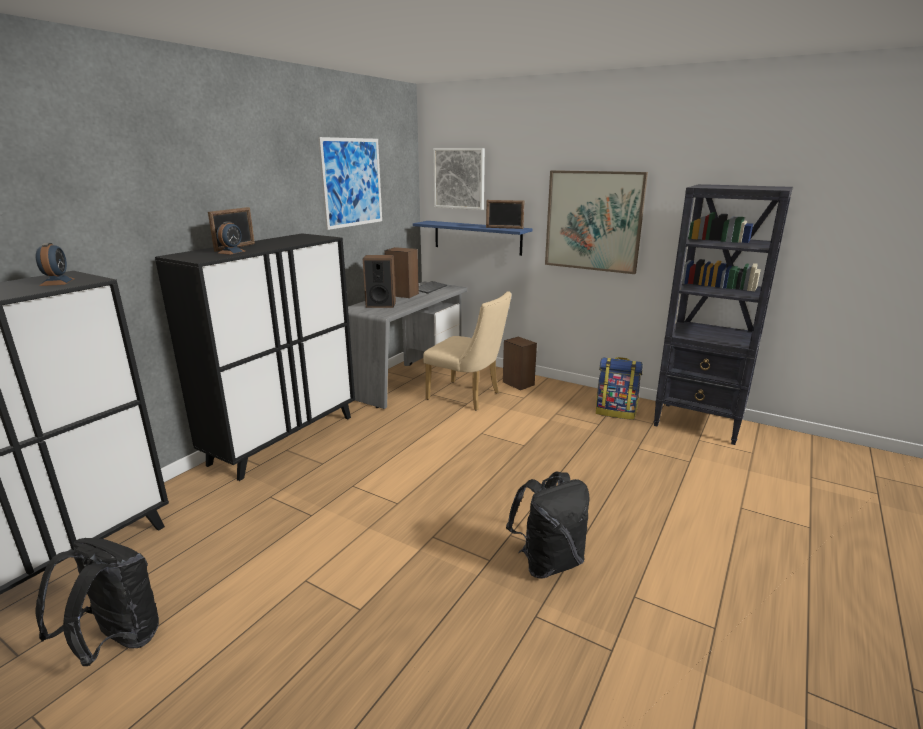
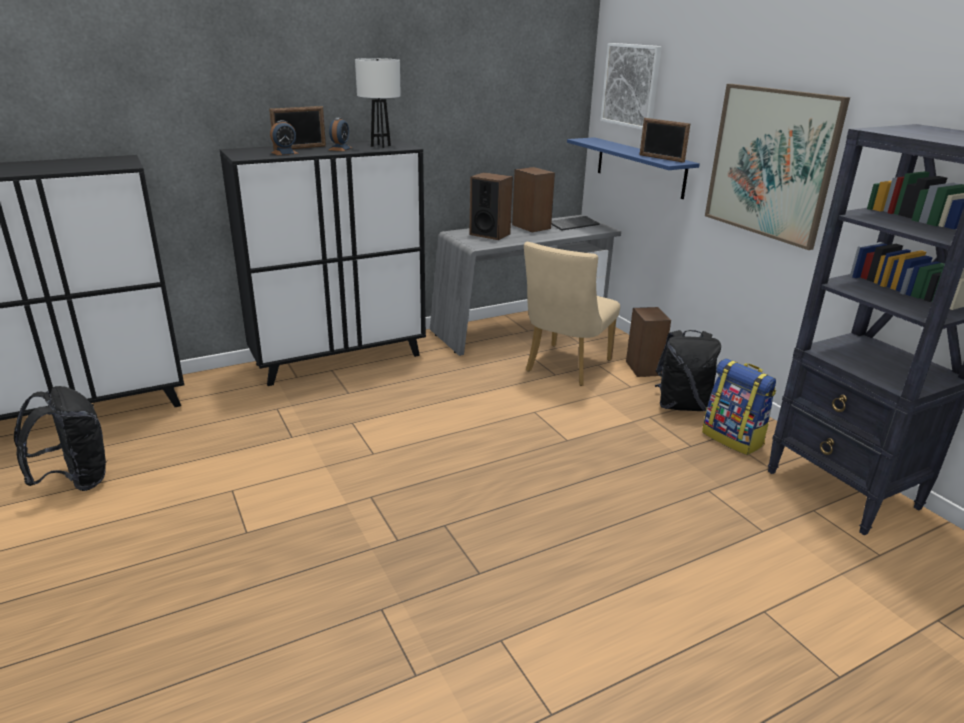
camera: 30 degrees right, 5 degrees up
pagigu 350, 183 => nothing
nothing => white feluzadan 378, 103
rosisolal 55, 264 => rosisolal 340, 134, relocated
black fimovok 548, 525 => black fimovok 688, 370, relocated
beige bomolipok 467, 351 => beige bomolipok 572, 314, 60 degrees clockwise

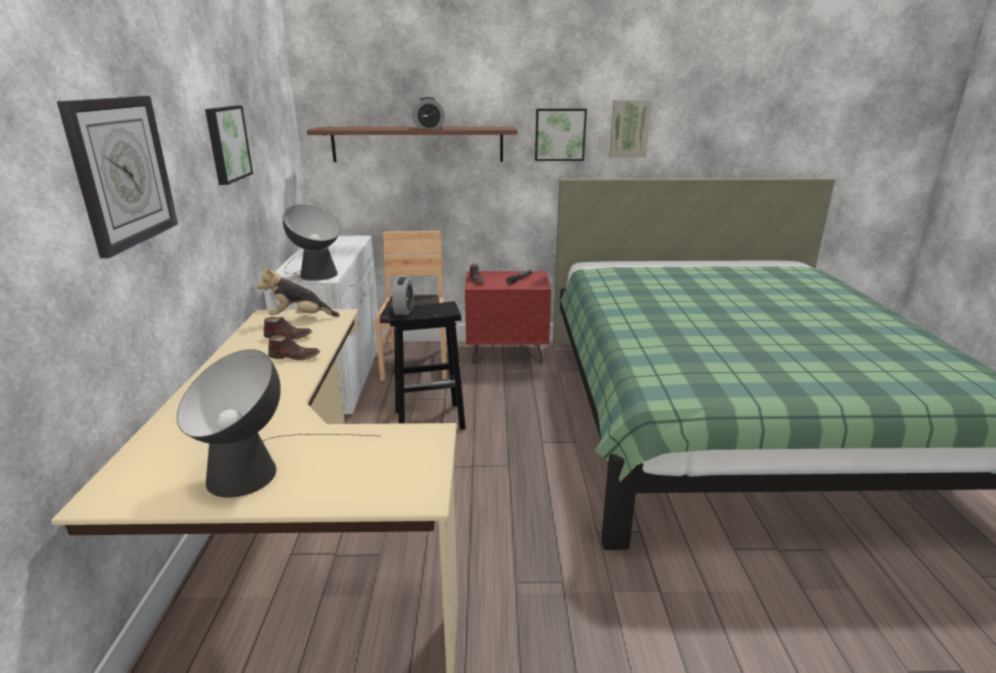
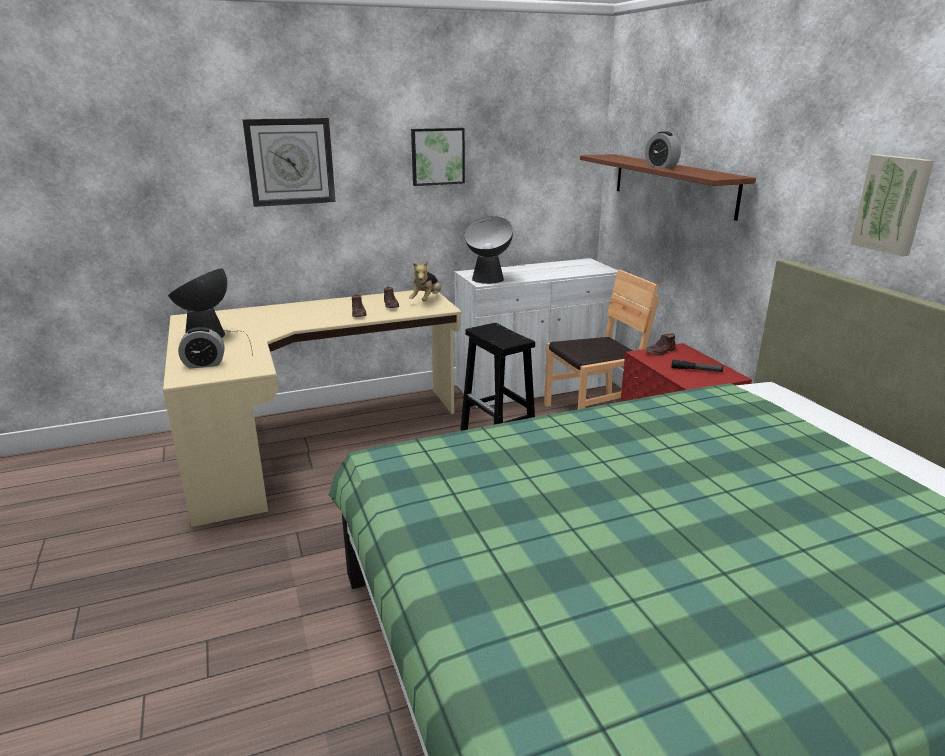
camera: 70 degrees right, 0 degrees up
pagigu 561, 135 => nothing
rosisolal 403, 296 => rosisolal 201, 348, relocated
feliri 298, 292 => feliri 425, 281, 135 degrees counterclockwise

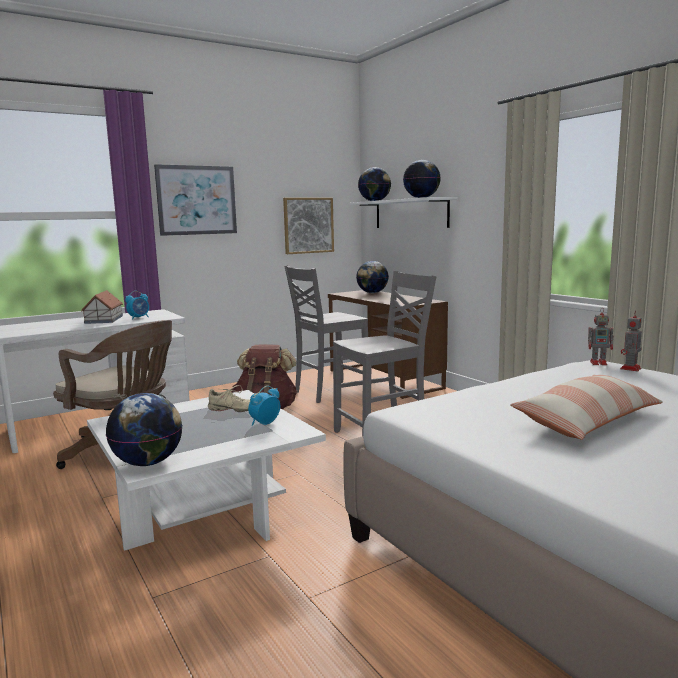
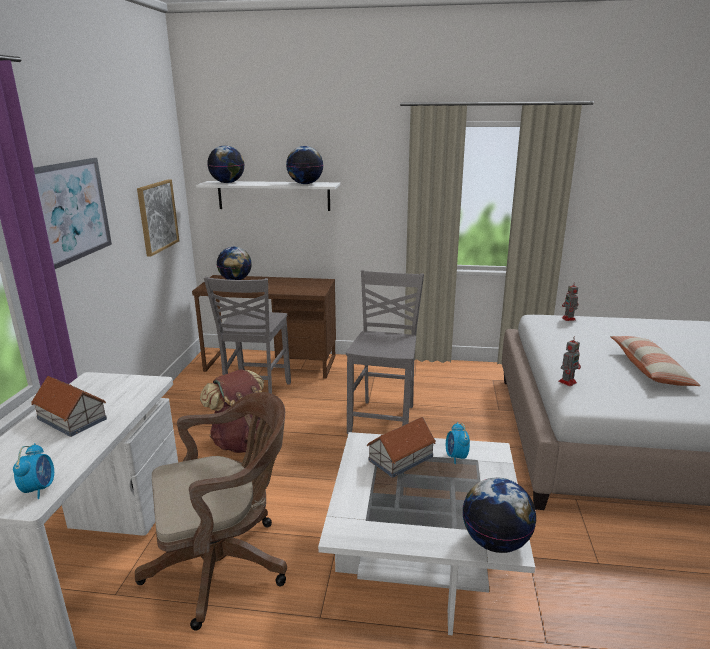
camera: 50 degrees left, 10 degrees up
rosisolal 137, 305 => rosisolal 33, 471, relocated
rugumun 601, 336 => rugumun 569, 361, relocated
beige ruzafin 229, 398 => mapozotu 401, 447

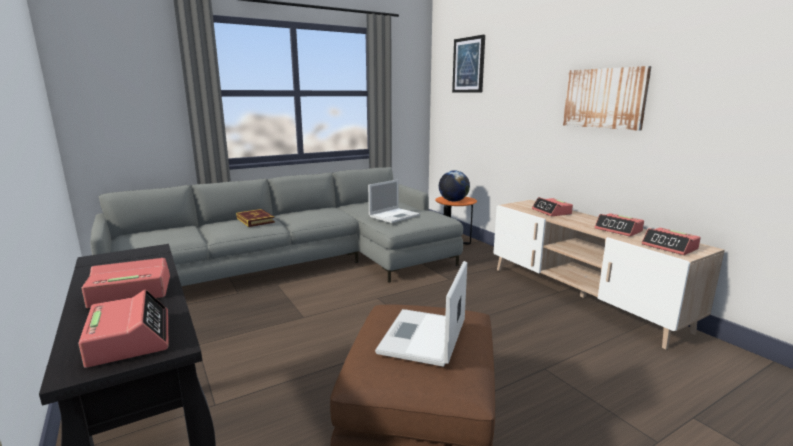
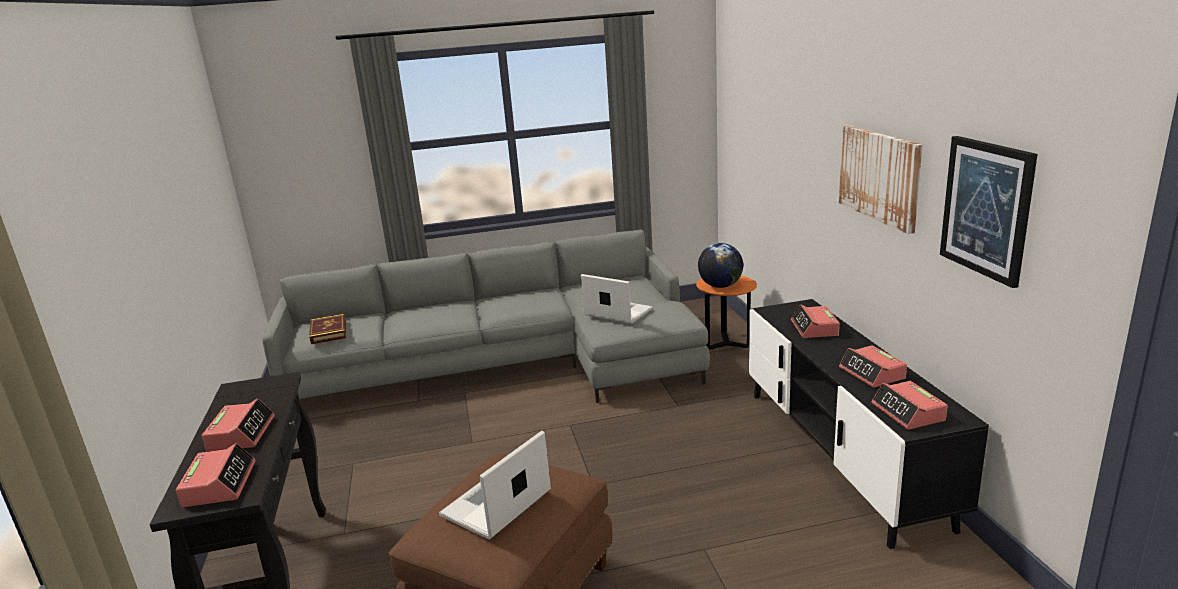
camera: 20 degrees right, 5 degrees up
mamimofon 255, 218 => mamimofon 327, 329, relocated
pagigu 468, 64 => pagigu 989, 212, relocated
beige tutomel 609, 275 => black tutomel 869, 424
rosisolal 126, 283 => rosisolal 238, 425, 90 degrees clockwise
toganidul 394, 201 => toganidul 616, 299, 120 degrees counterclockwise

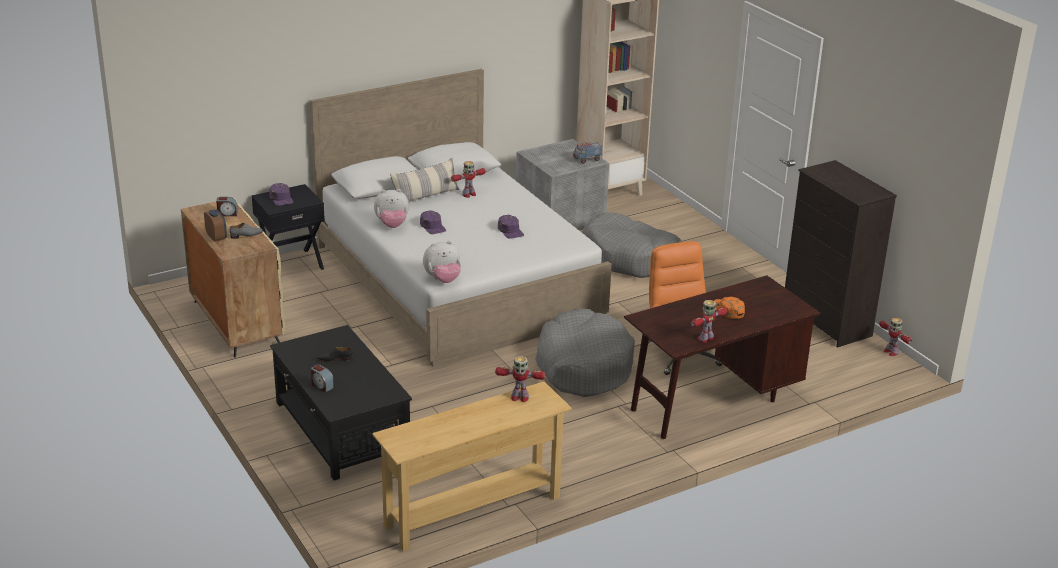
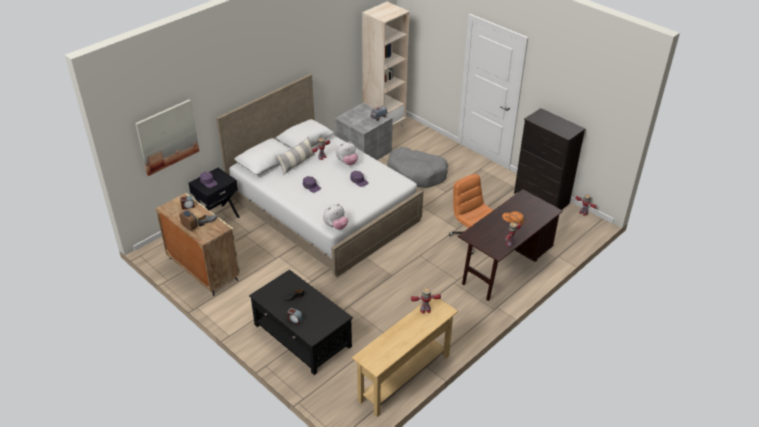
camera: 15 degrees left, 10 degrees up
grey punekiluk 585, 353 => nothing
nothing => pagigu 167, 137
feliri 391, 208 => feliri 347, 153, relocated

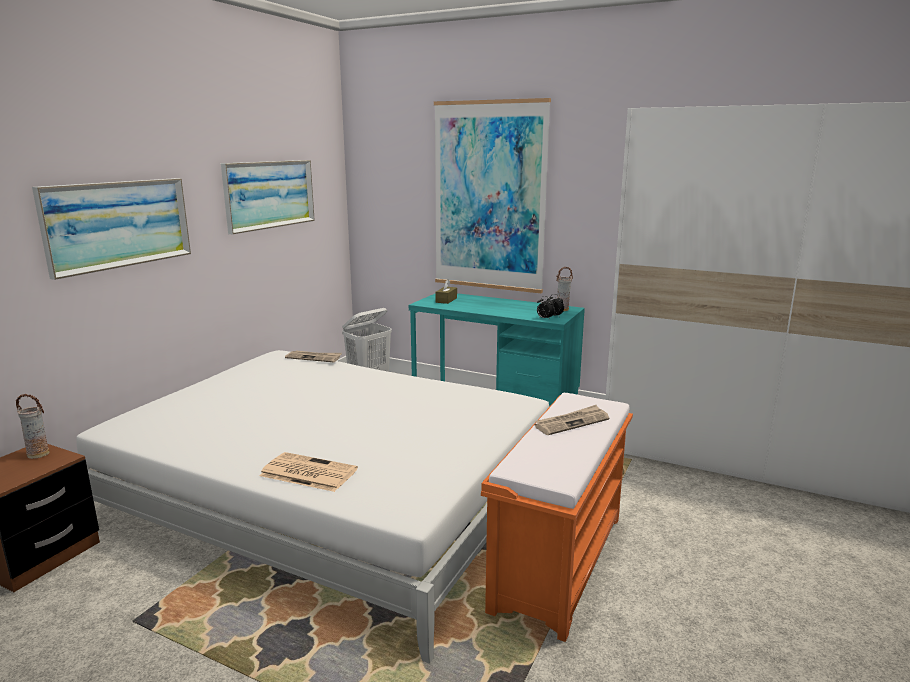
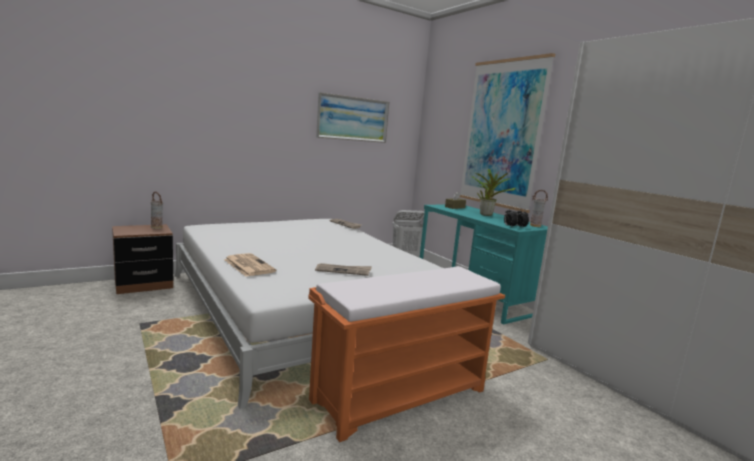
camera: 30 degrees right, 5 degrees down
pagigu 111, 229 => nothing
nothing => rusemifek 494, 192
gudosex 572, 420 => gudosex 343, 269, relocated

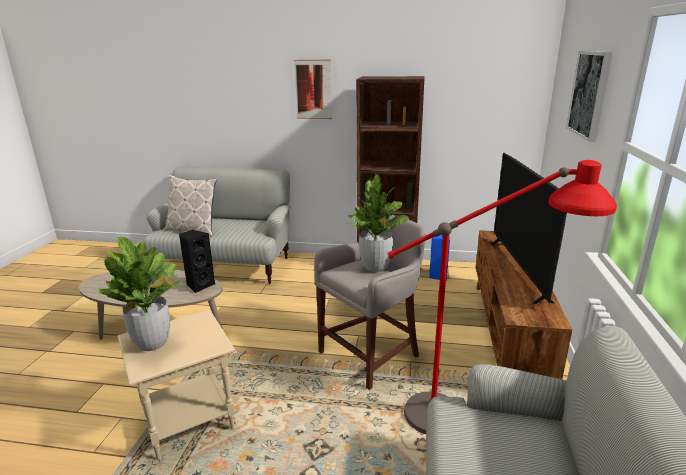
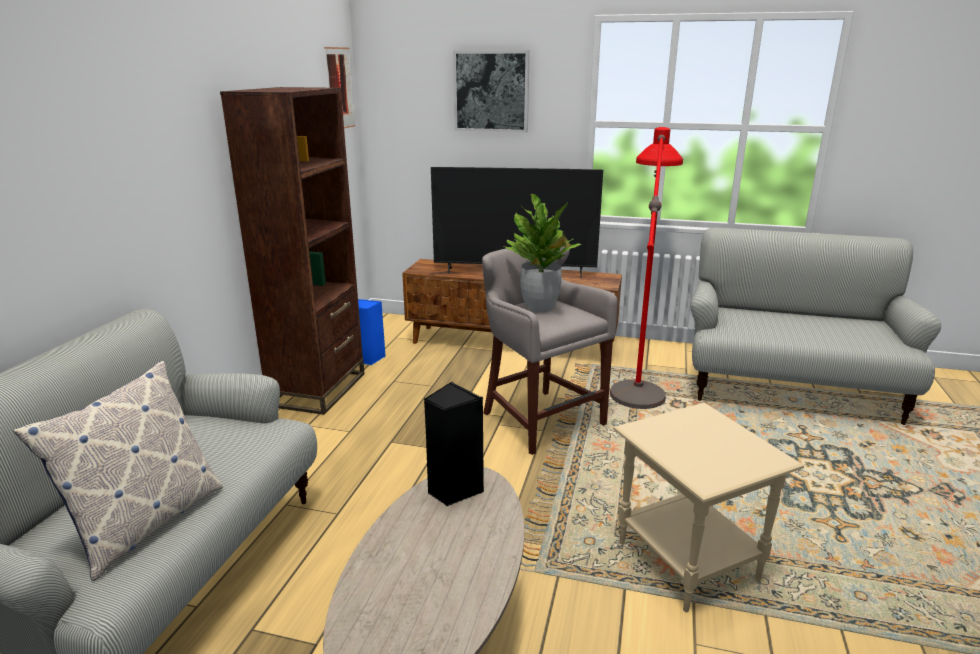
camera: 85 degrees left, 0 degrees up
rusemifek 140, 294 => nothing
pagigu 313, 89 => pagigu 339, 87, relocated

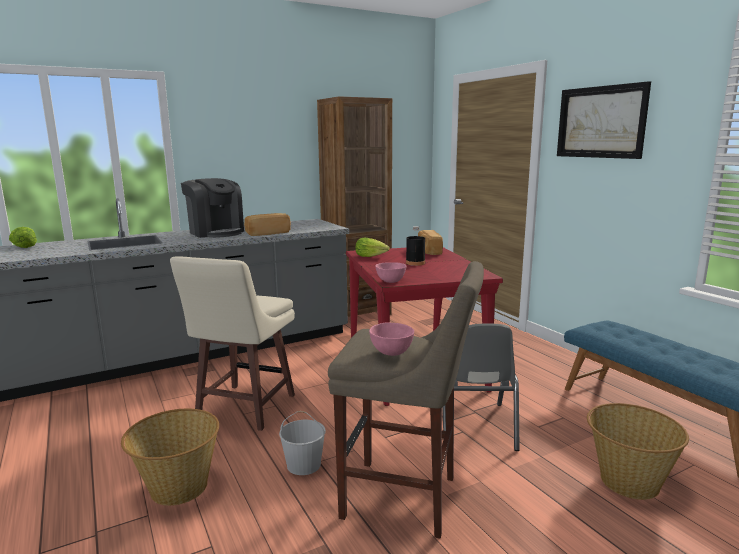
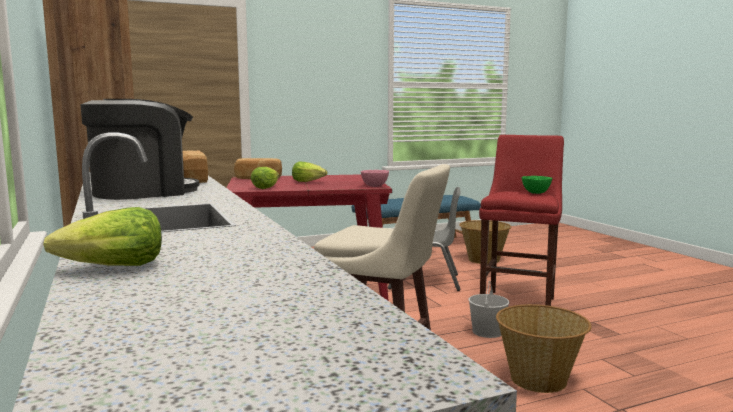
camera: 85 degrees left, 5 degrees down
pagigu 604, 120 => nothing
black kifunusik 415, 246 => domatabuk 309, 172
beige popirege 406, 400 => red popirege 521, 220
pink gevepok 391, 339 => green gevepok 537, 185

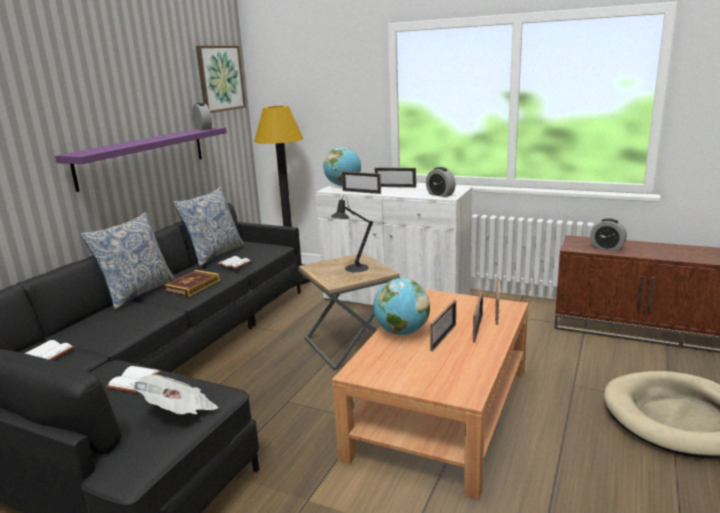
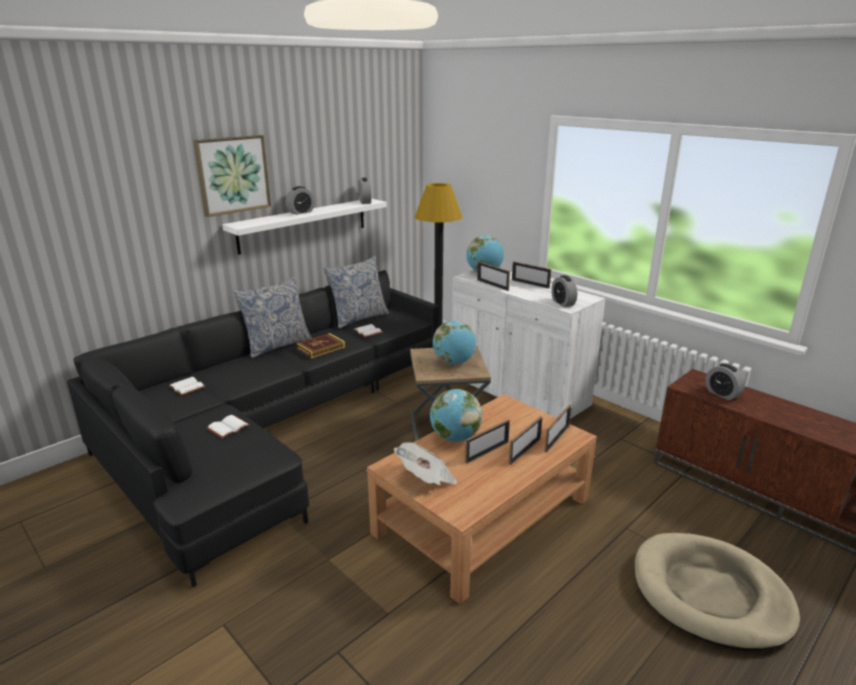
camera: 20 degrees right, 5 degrees up
nothing => rosisolal 300, 200
gudosex 174, 395 => gudosex 426, 463, relocated
pagigu 221, 79 => pagigu 232, 176, relocated
black feluzadan 352, 233 => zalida 454, 343
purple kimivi 141, 159 => white kimivi 304, 227

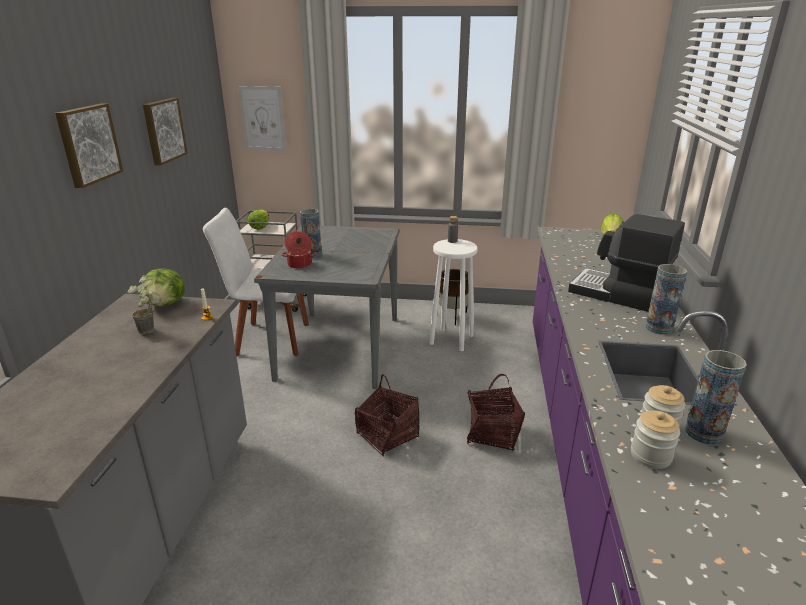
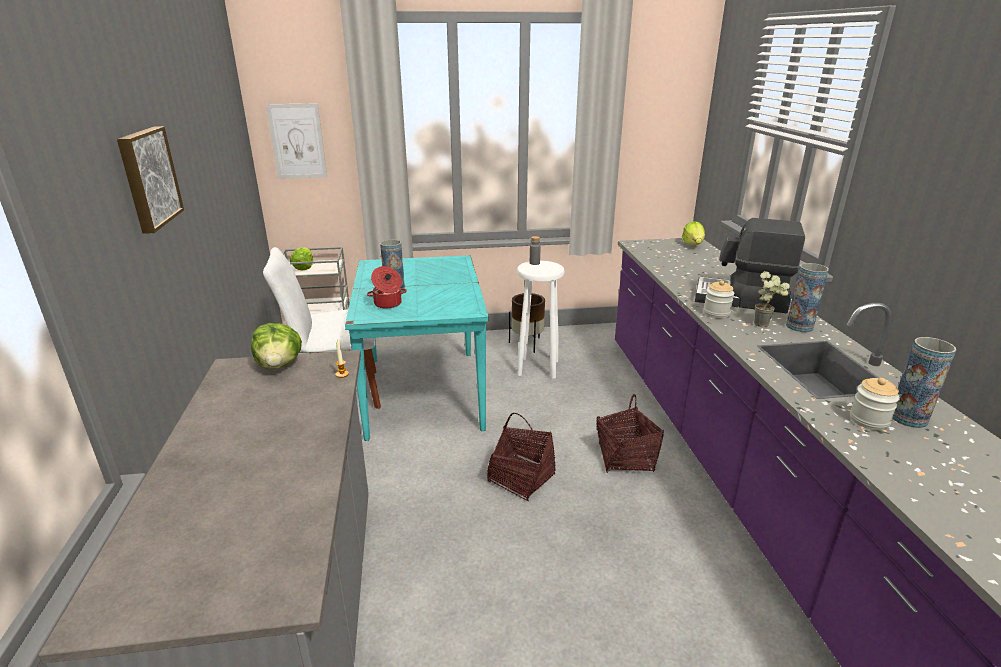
camera: 15 degrees left, 0 degrees up
pagigu 165, 131 => nothing
rusemifek 140, 305 => rusemifek 772, 299, relocated
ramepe 655, 439 => ramepe 719, 299, relocated
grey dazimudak 326, 307 => turquoise dazimudak 417, 348

